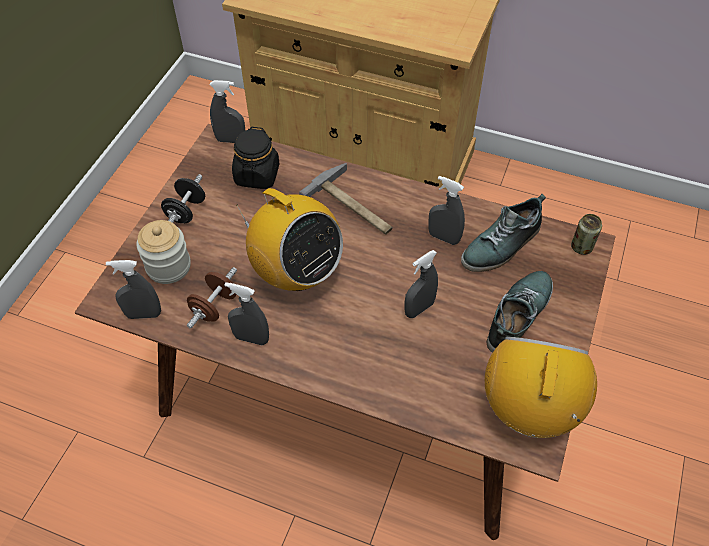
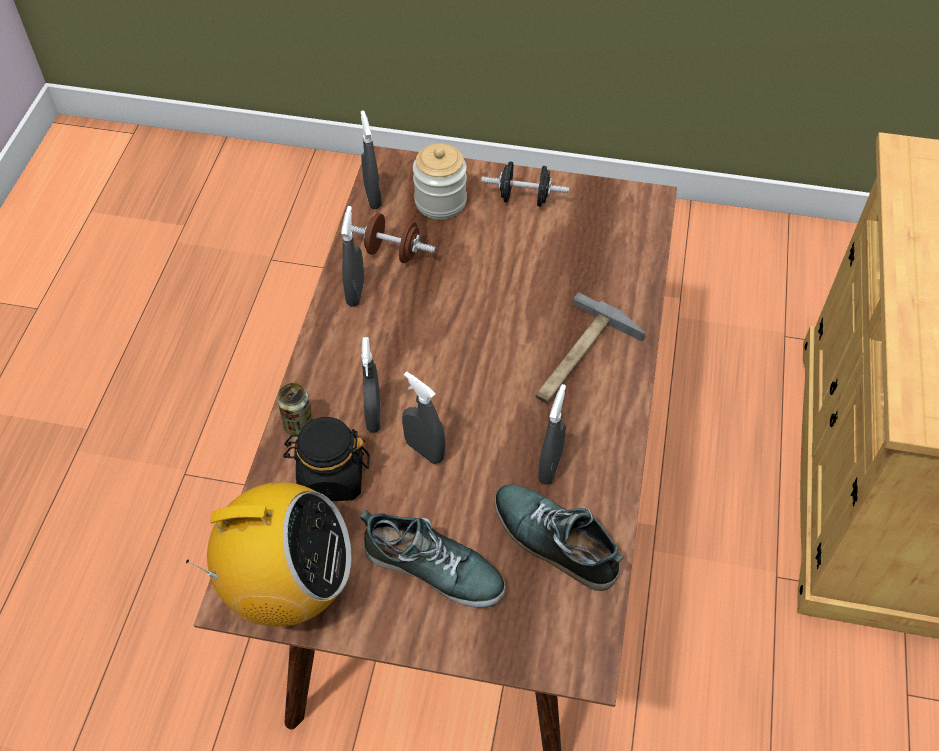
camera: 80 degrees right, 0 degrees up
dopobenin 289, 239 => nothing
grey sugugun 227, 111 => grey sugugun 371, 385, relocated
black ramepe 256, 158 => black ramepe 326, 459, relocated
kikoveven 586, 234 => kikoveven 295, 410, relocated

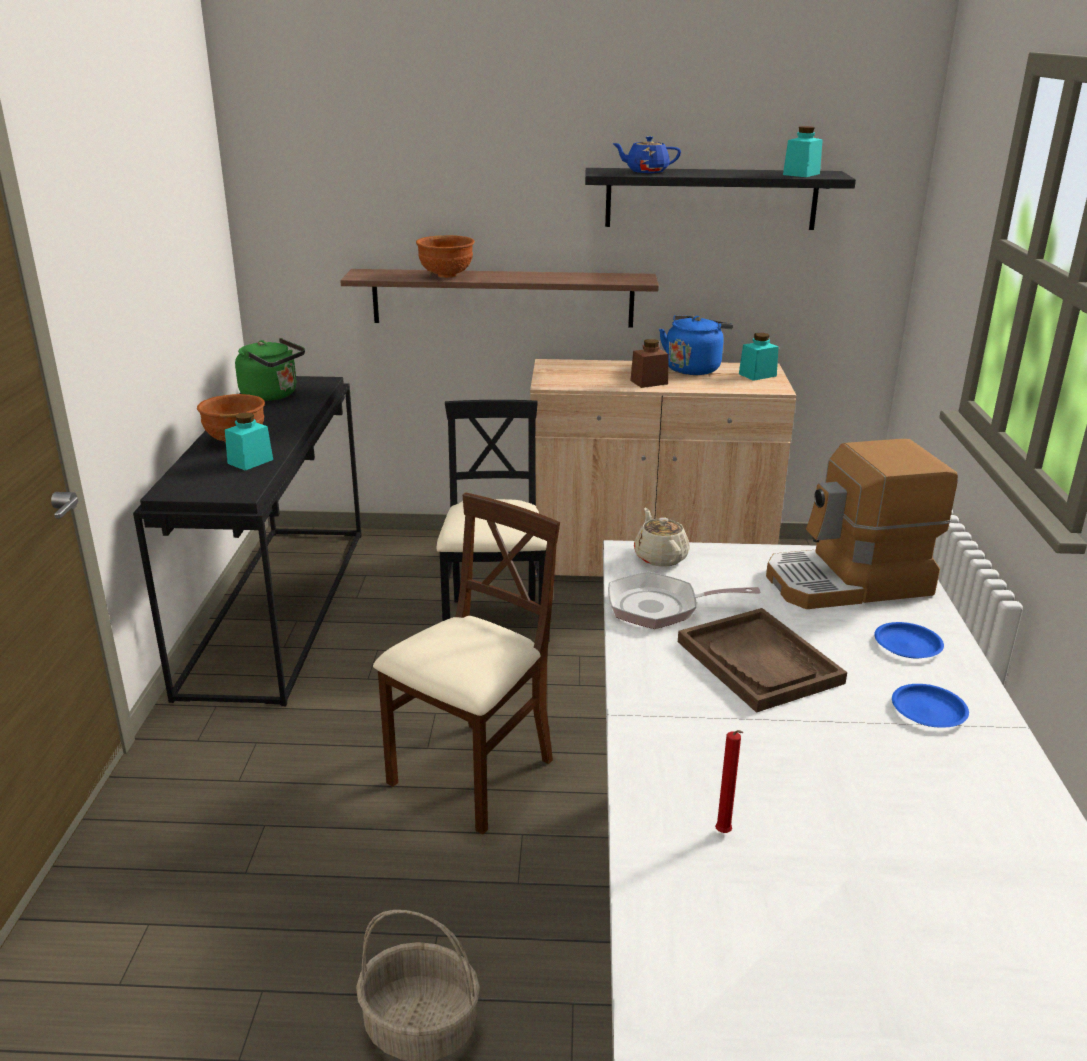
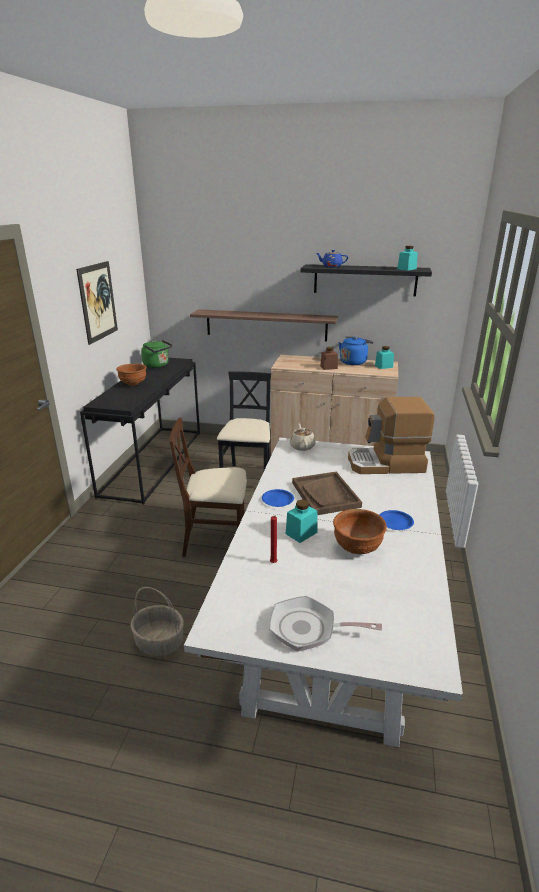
camera: 10 degrees right, 0 degrees up
nothing => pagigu 97, 303
turquoise ramepe 249, 441 => turquoise ramepe 302, 521, relocated
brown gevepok 445, 256 => brown gevepok 360, 531, relocated
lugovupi 684, 600 => lugovupi 325, 624, relocated
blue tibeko 909, 640 => blue tibeko 278, 498, relocated
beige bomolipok 466, 663 => beige bomolipok 208, 487, 135 degrees counterclockwise

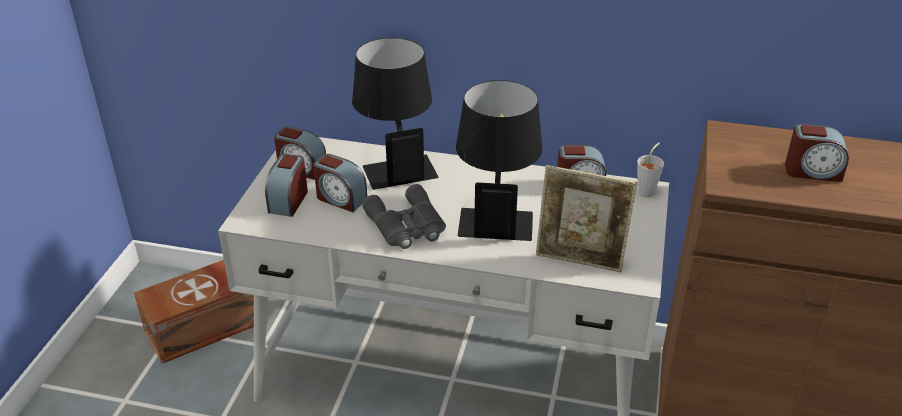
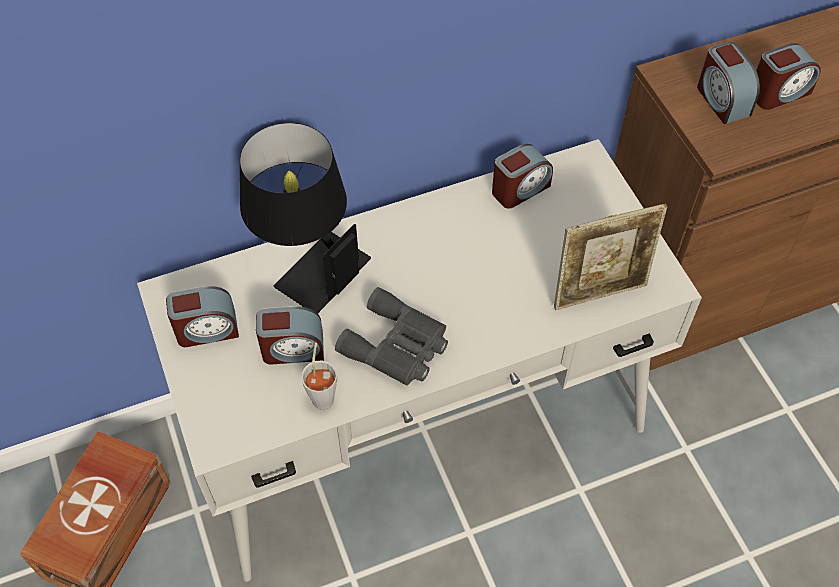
camera: 35 degrees left, 20 degrees up
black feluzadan 499, 160 => nothing
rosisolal 286, 185 => rosisolal 728, 83, relocated
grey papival 650, 169 => grey papival 319, 376, relocated

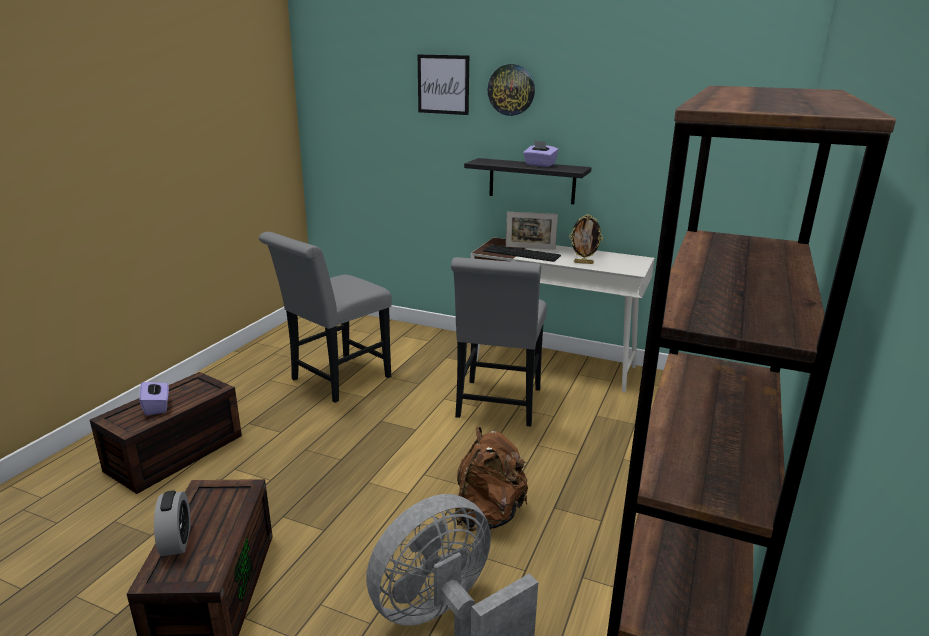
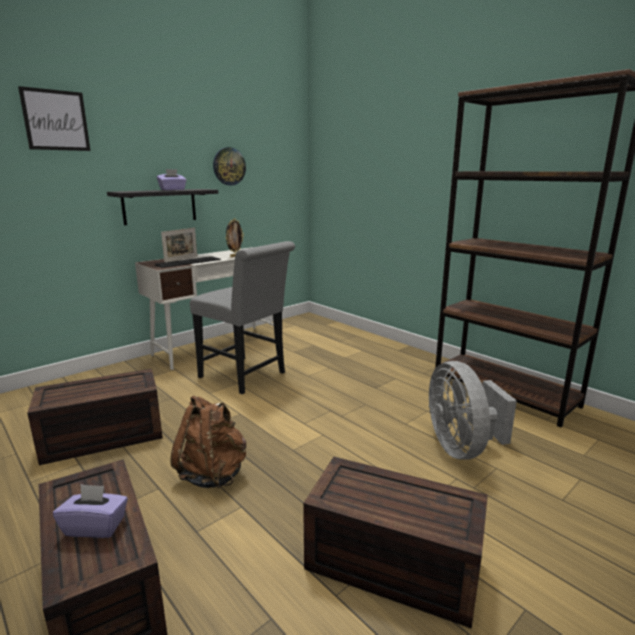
camera: 65 degrees left, 5 degrees down
rosisolal 172, 523 => nothing
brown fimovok 491, 479 => brown fimovok 208, 441, relocated
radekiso 511, 90 => radekiso 229, 166, relocated
grey bomolipok 325, 317 => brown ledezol 95, 417

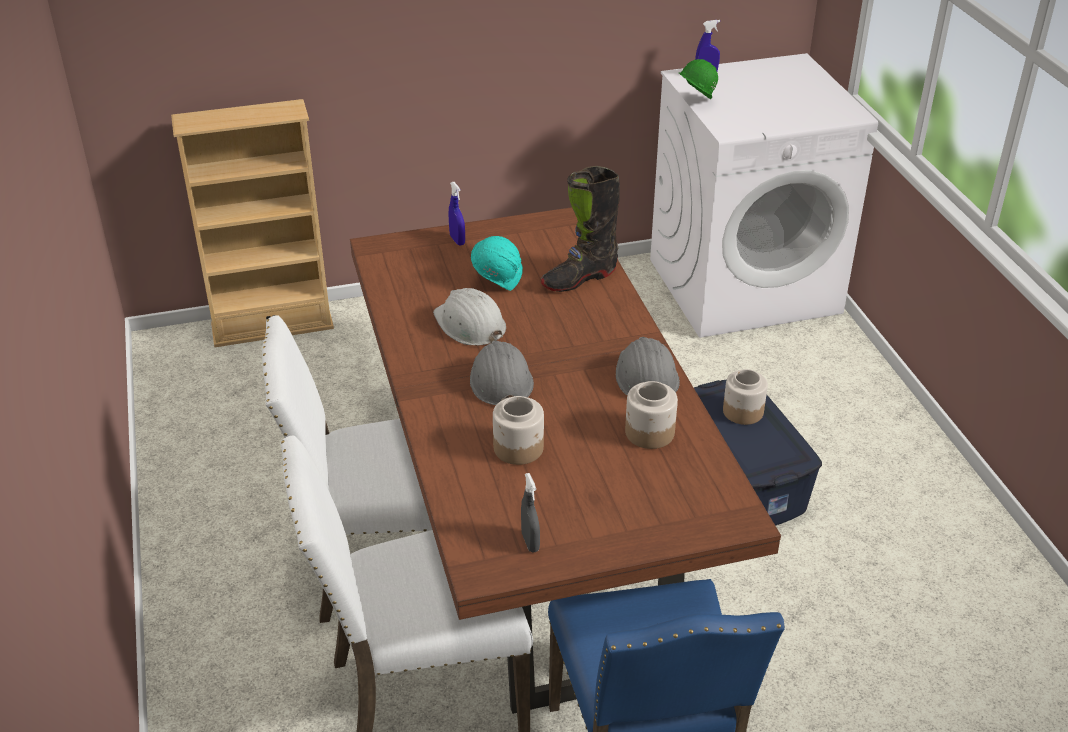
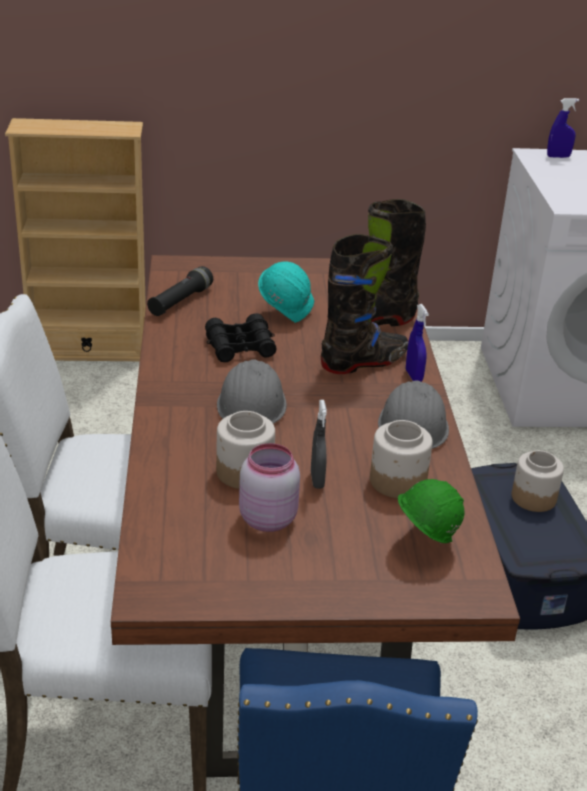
camera: 10 degrees right, 5 degrees down
nothing => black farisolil 180, 291
nothing => pink ramepe 269, 487
nothing => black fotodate 365, 304
blue sugugun 457, 213 => blue sugugun 417, 343, relocated
grey sugugun 530, 512 => grey sugugun 319, 444, relocated
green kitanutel 698, 79 => green kitanutel 431, 511, relocated
white kitanutel 469, 317 => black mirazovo 241, 337

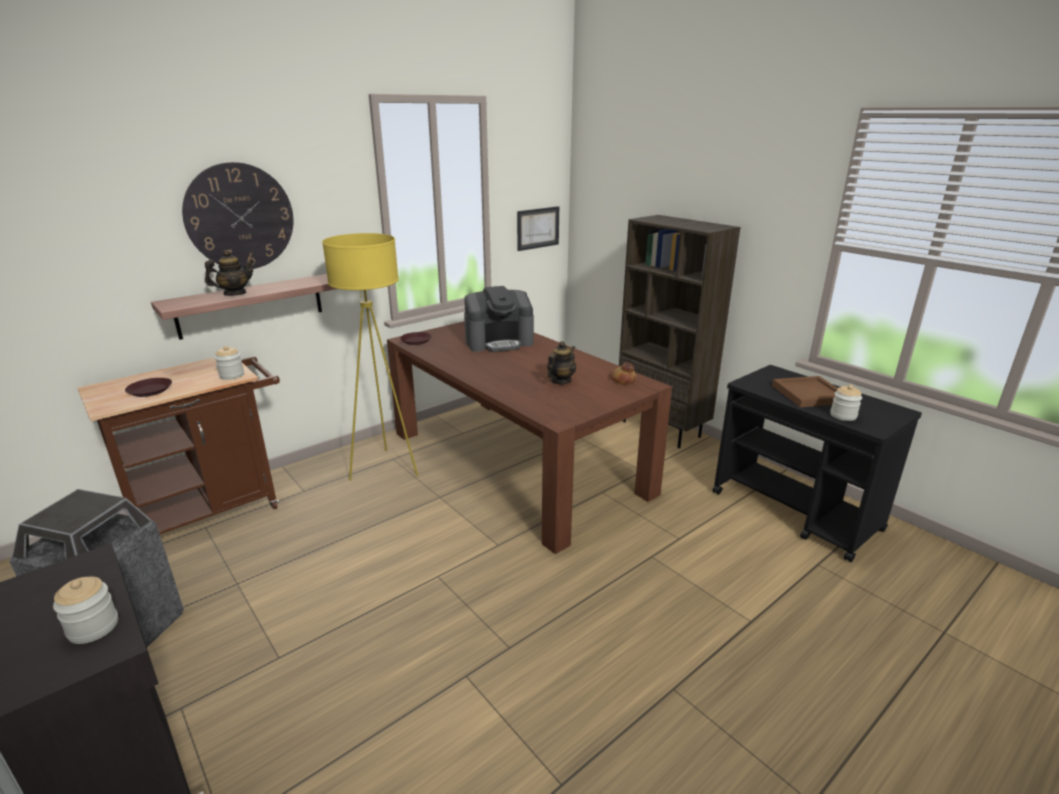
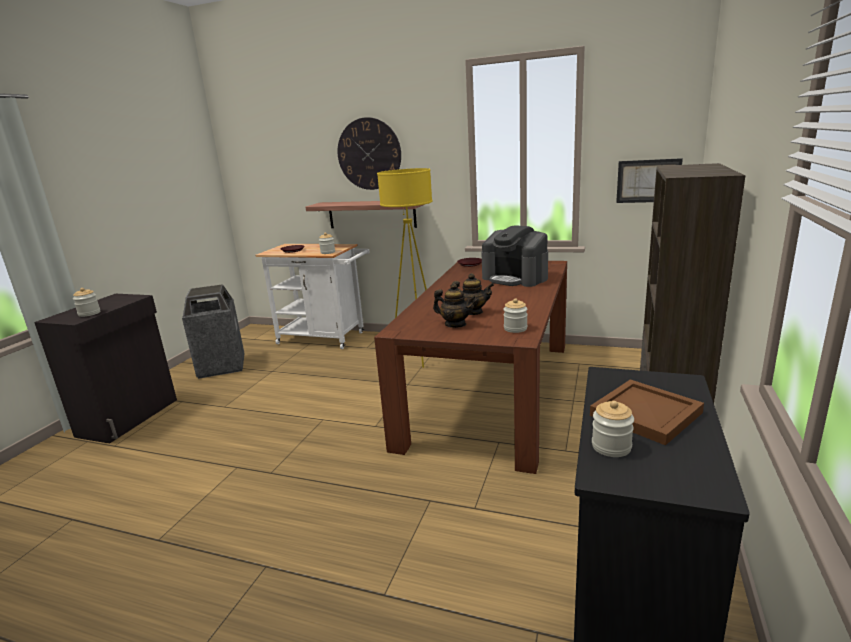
camera: 60 degrees right, 5 degrees down
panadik 229, 273 => panadik 454, 305, relocated
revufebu 623, 373 => ramepe 515, 315
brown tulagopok 178, 445 => white tulagopok 312, 296

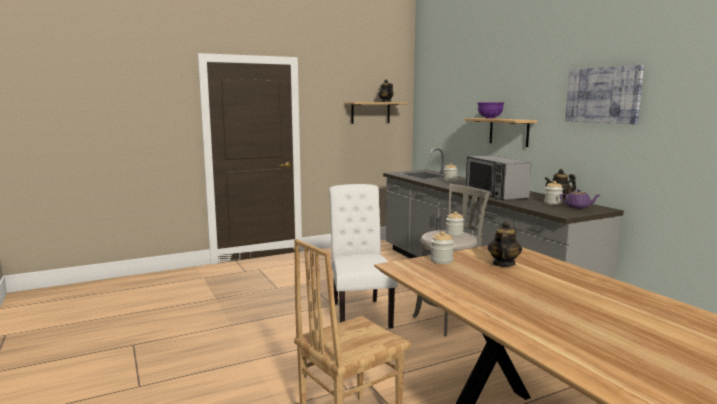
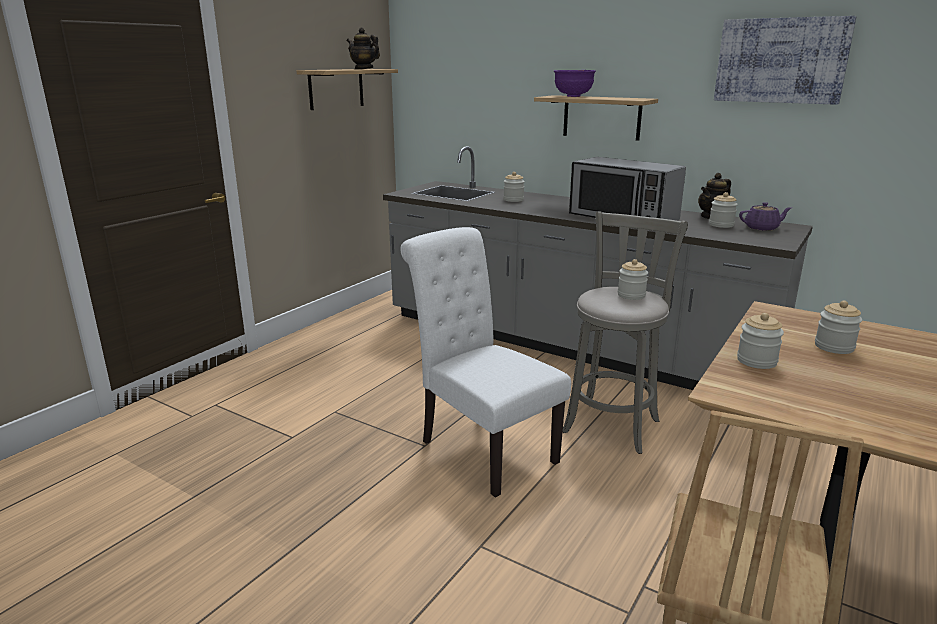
camera: 30 degrees left, 10 degrees up
panadik 505, 244 => ramepe 838, 327

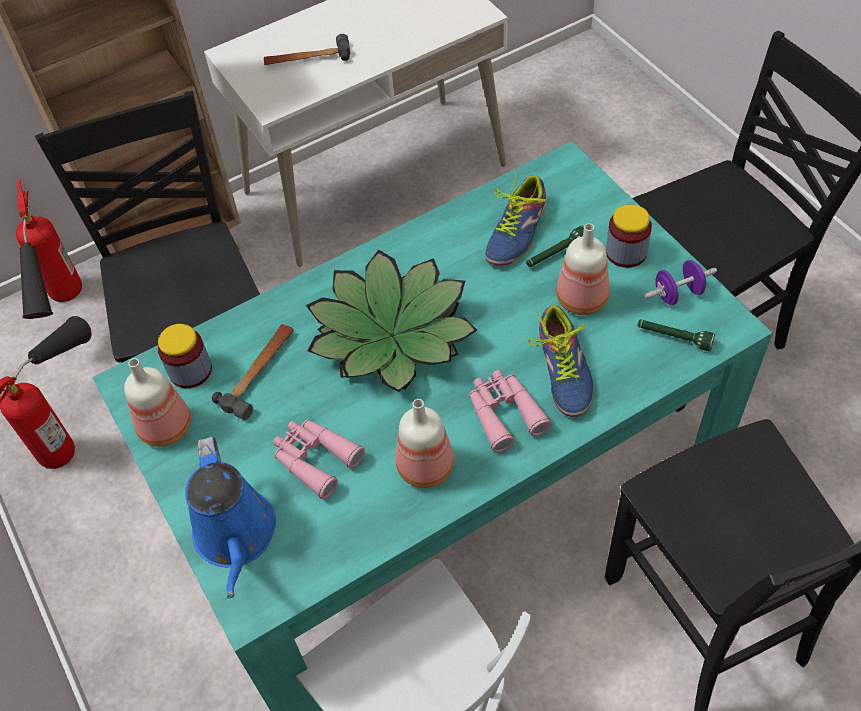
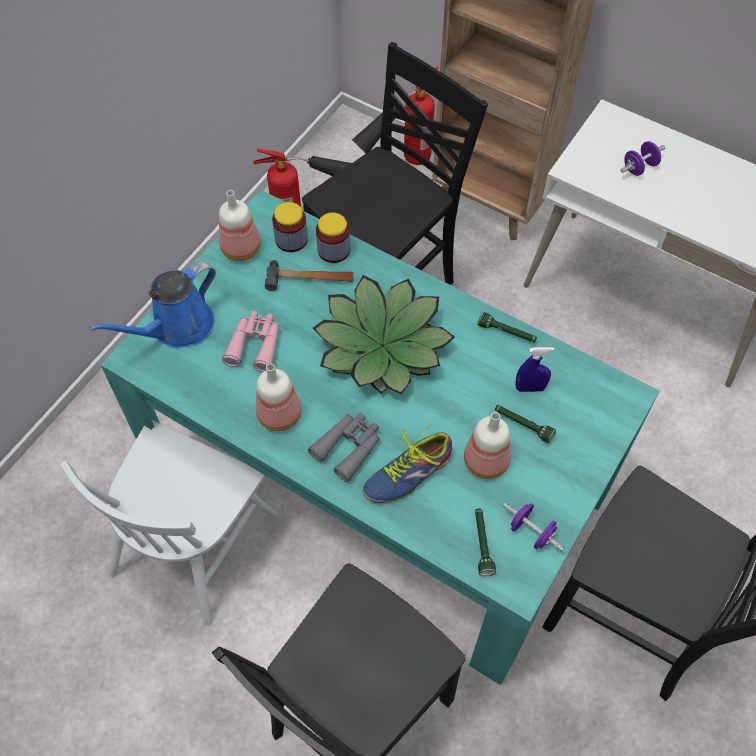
camera: 60 degrees right, 5 degrees up
nothing => green farisolil 507, 327
ramepe 629, 236 => ramepe 333, 237, relocated
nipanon 307, 49 => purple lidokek 643, 158
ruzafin 516, 218 => blue sugugun 534, 369
pink mirazovo 510, 411 => grey mirazovo 344, 447

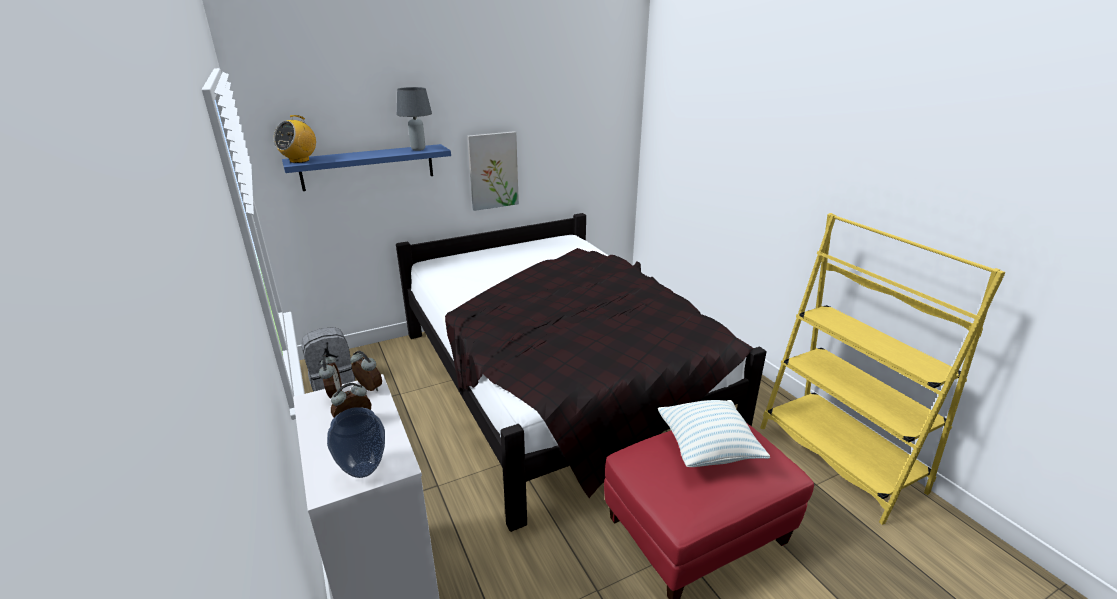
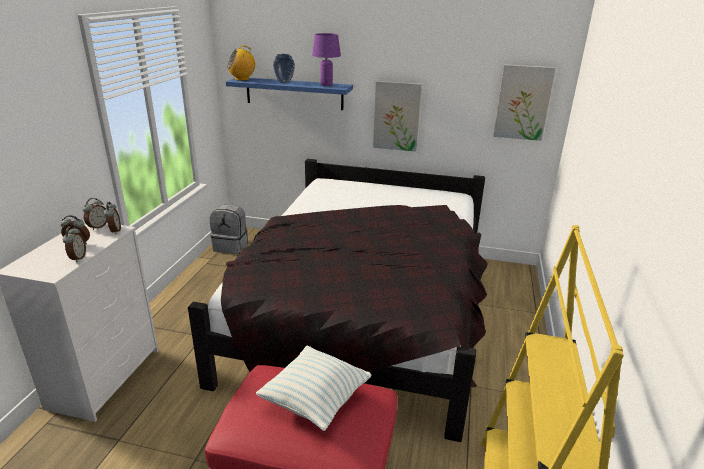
camera: 40 degrees right, 0 degrees up
nothing => rosisolal 74, 244
nothing => pagigu 524, 102
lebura 356, 442 => lebura 284, 68, relocated
grey feluzadan 414, 119 => purple feluzadan 326, 59

